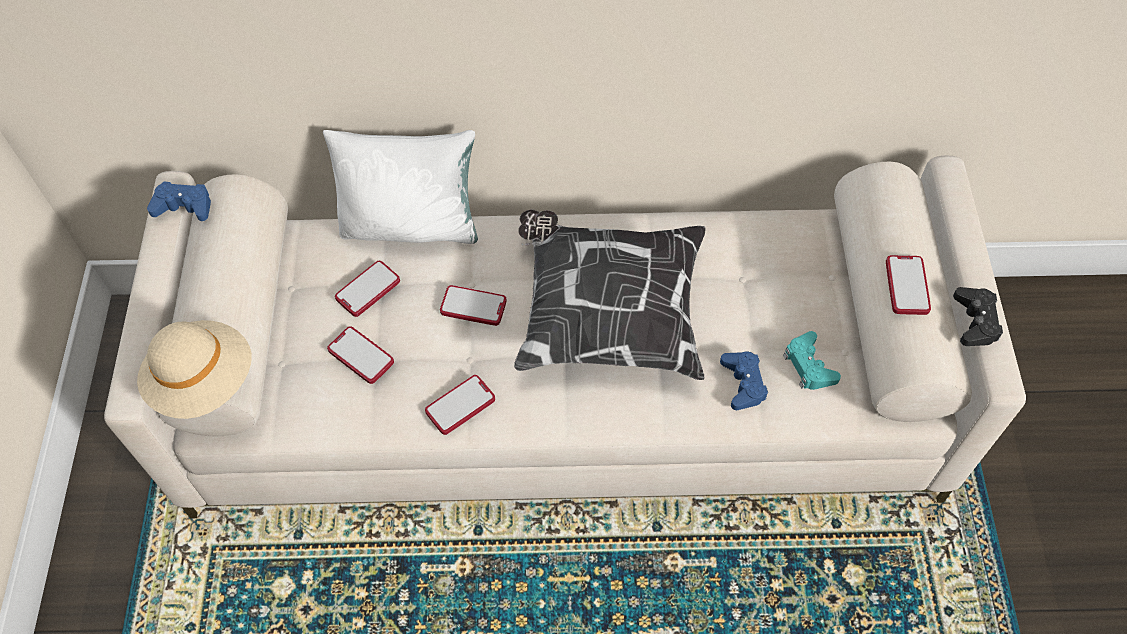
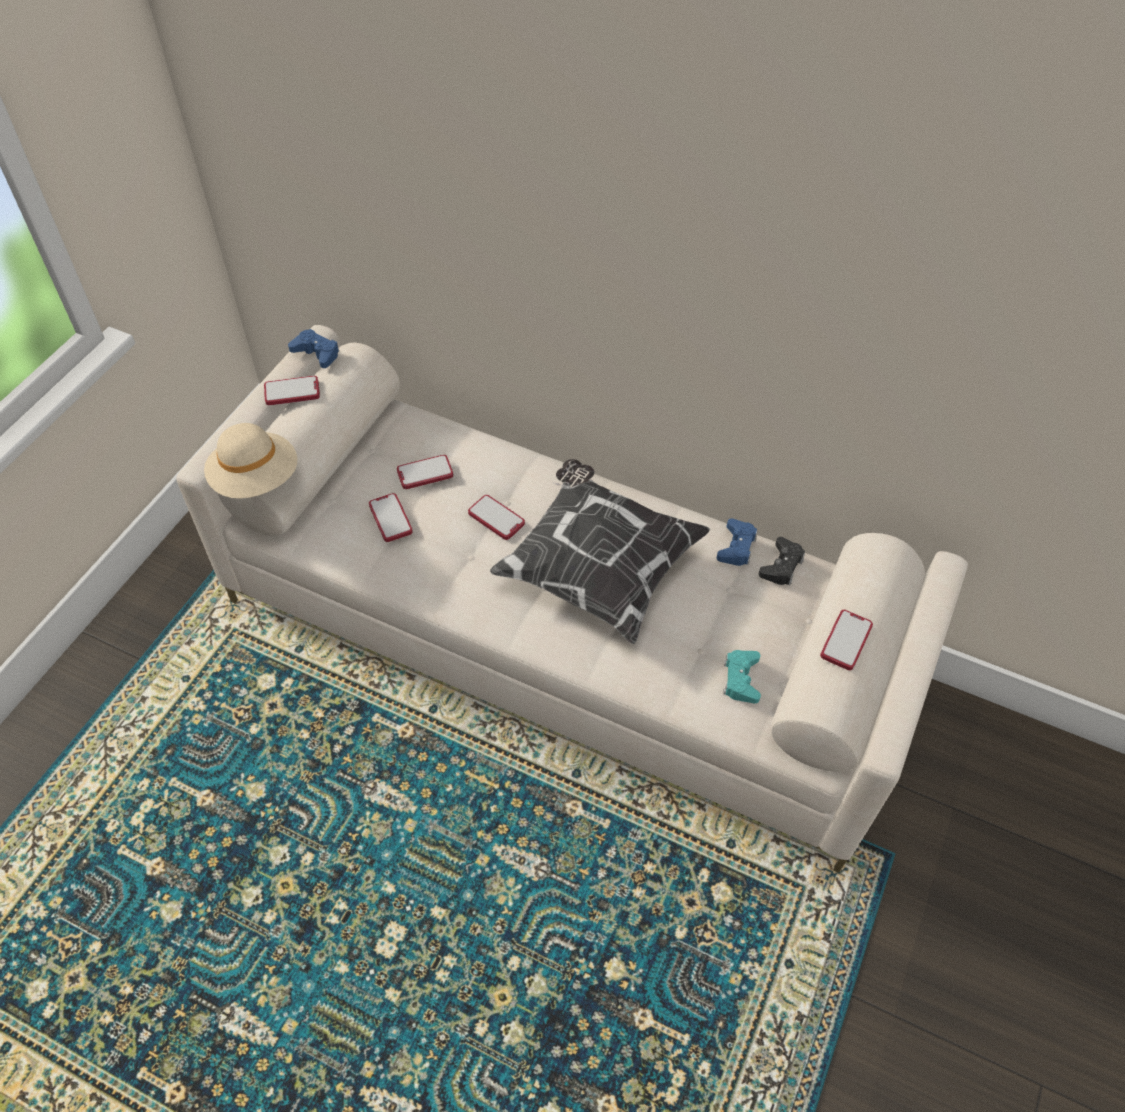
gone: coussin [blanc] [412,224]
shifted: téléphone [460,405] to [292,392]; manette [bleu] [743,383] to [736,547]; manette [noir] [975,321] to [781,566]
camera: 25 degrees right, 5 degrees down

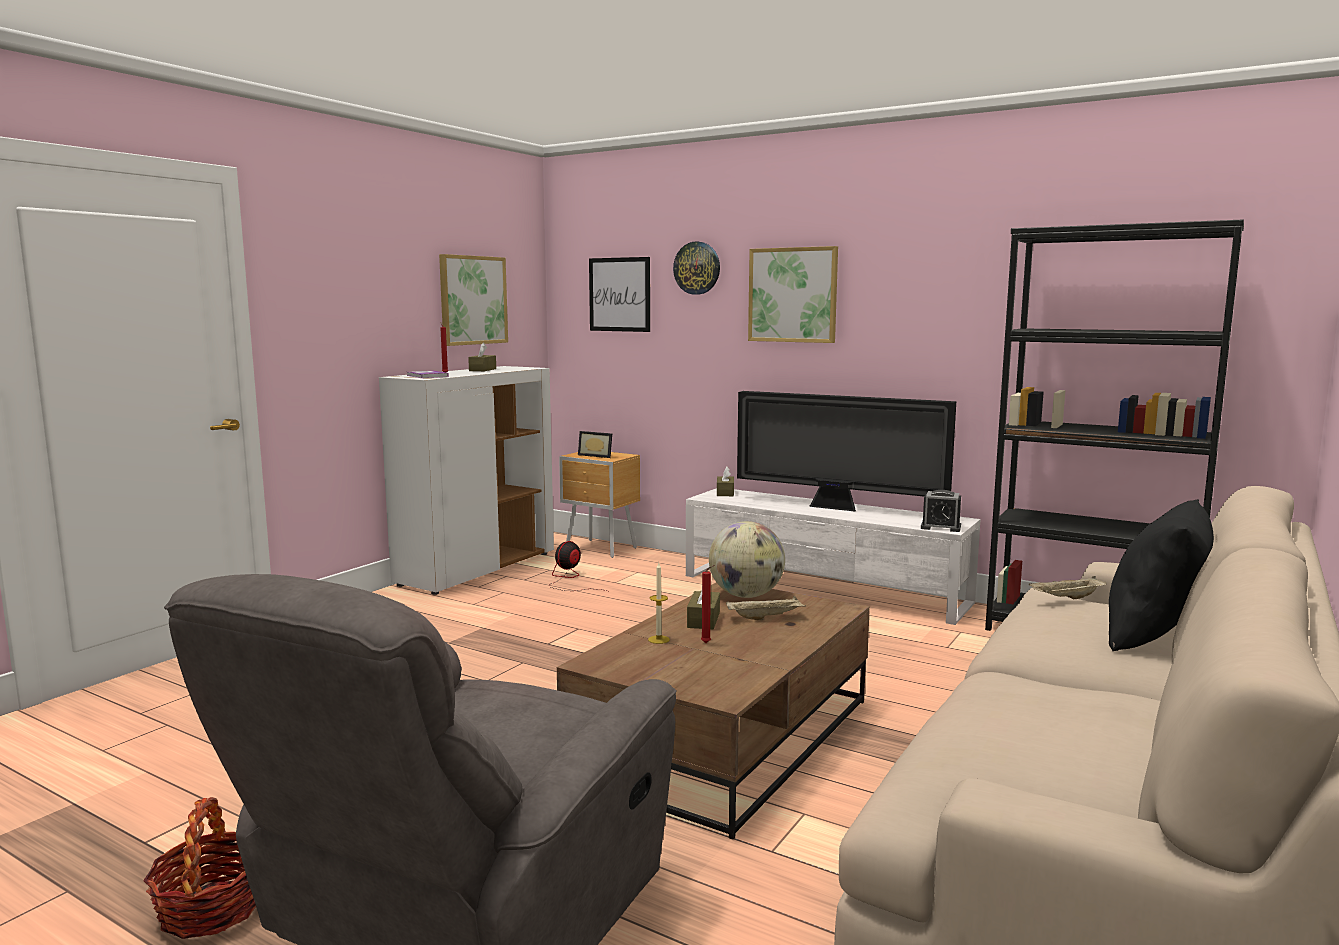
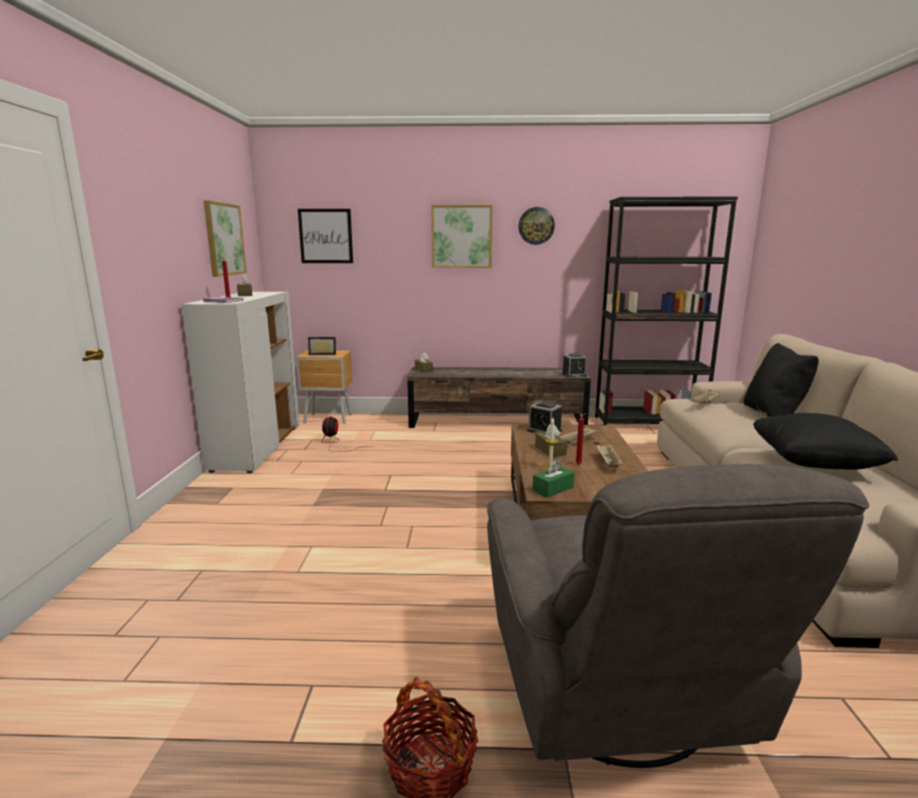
gone: téléviseur [837,508]
new: boîte à mouchoirs [vert] [553,489]; plateau [beige] [608,463]; coussin [noir] [813,464]
shifted: horloge murale [697,268] to [536,226]
swapped: globe [746,595] to réveil [544,431]
repainted: meuble télé [blanc] [824,589] to meuble télé [marron] [497,421]
camera: 30 degrees left, 5 degrees up

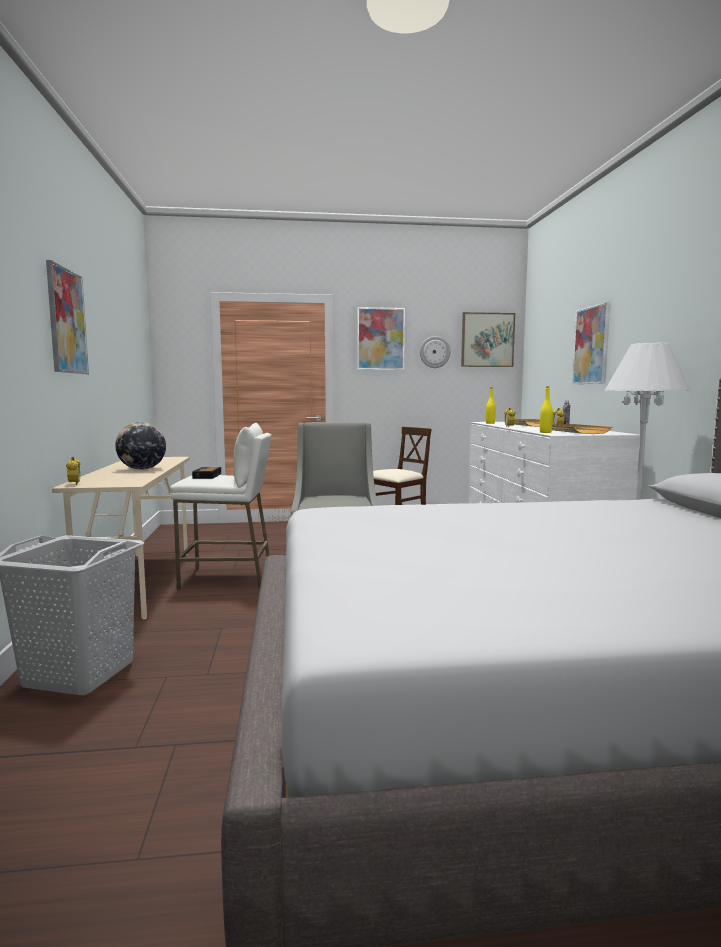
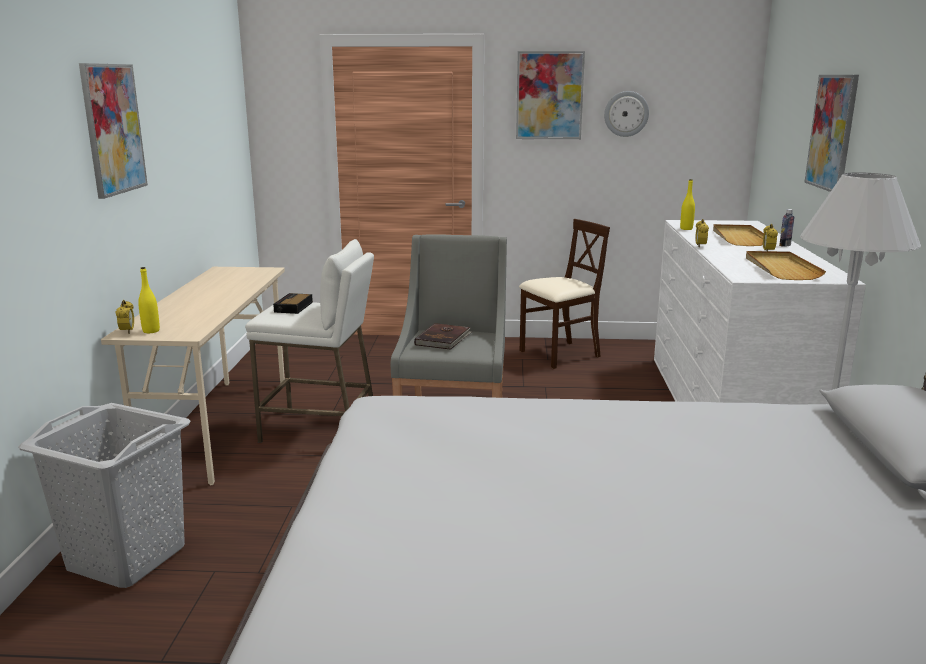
gone: globe [142,469]; tableau [487,340]
new: livre [marron] [443,339]
shifted: bouteille [jaune] [545,432] to [151,331]
camera: 10 degrees right, 10 degrees up

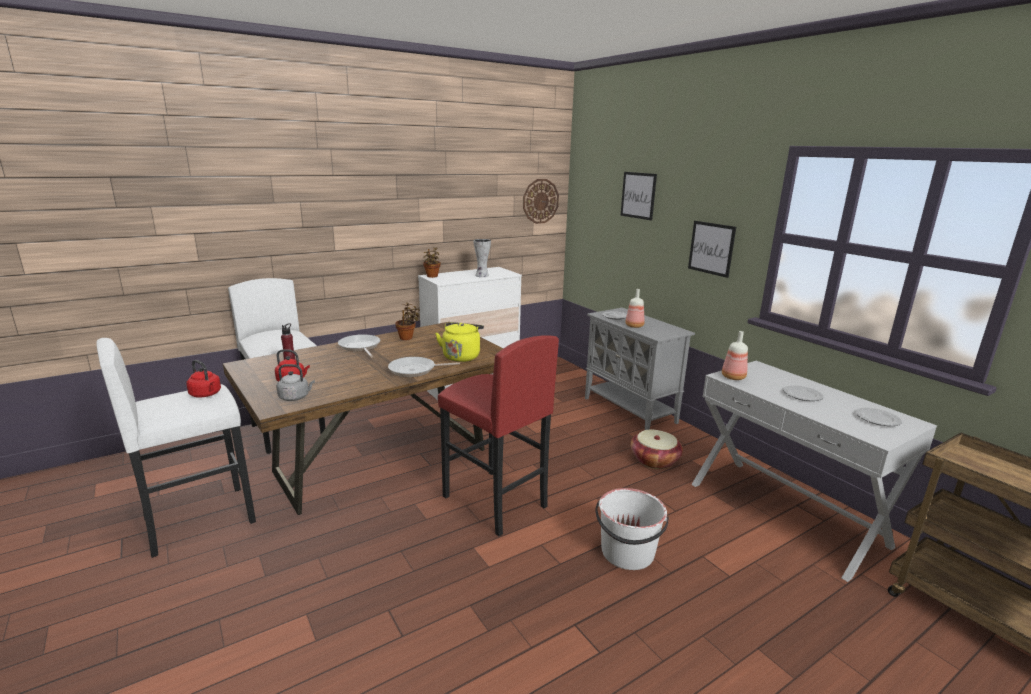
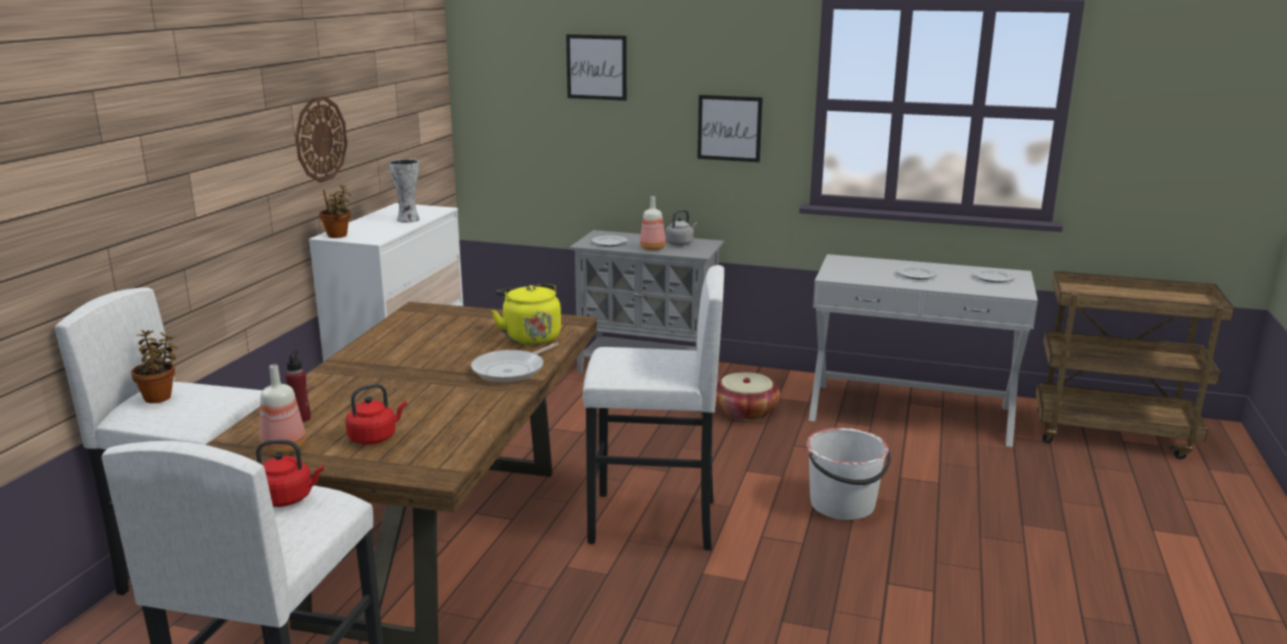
gone: poêle [360,347]
shifted: bouilloire [gris] [296,397] to [680,243]; plante en pot [407,337] to [159,397]; horloge murale [540,201] to [320,139]; bouteille [732,377] to [282,448]
repainted: tabouret [rouge] [494,502] to tabouret [blanc] [653,522]
camera: 40 degrees left, 0 degrees up

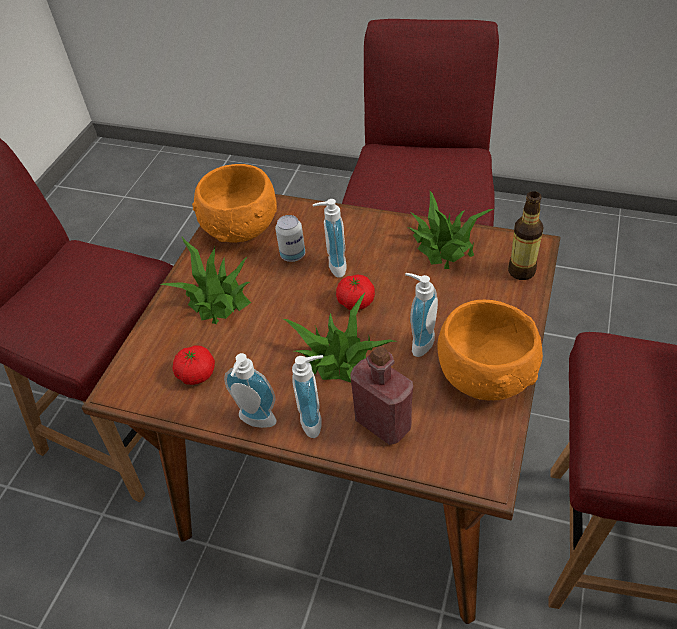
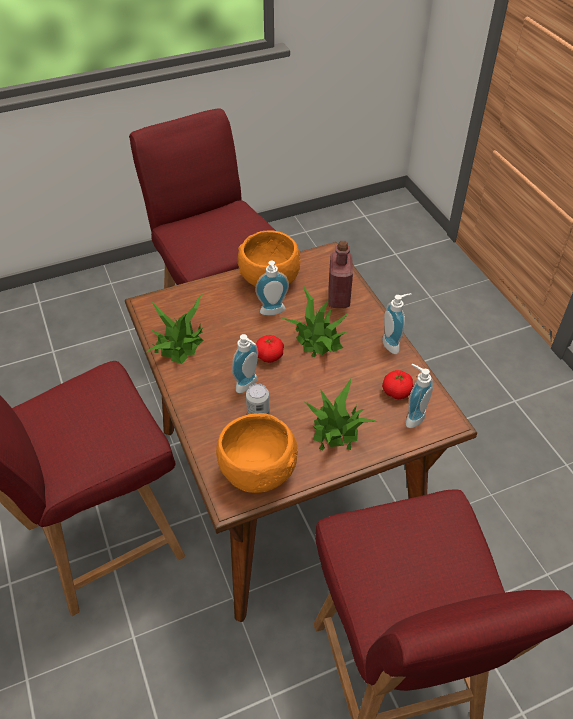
gone: bouteille [521,271]
shifted: distributeur de savon [316,420] to [412,416]
camera: 135 degrees left, 0 degrees up

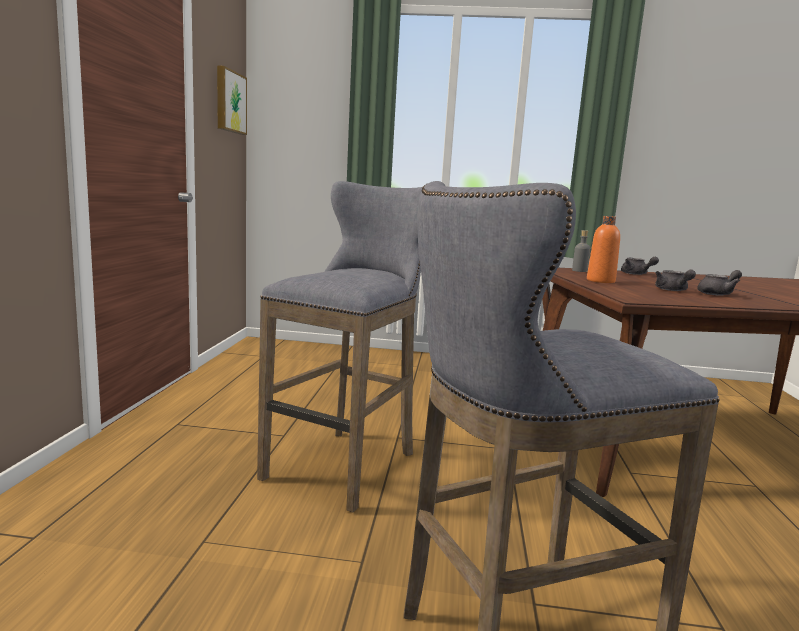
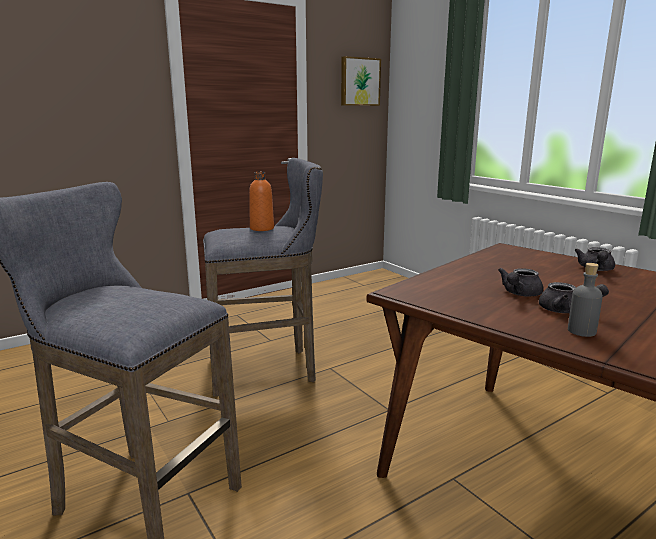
shifted: bouteille [gris] [579,271] to [581,331]; bouteille [orange] [600,281] to [262,228]
camera: 50 degrees right, 5 degrees up

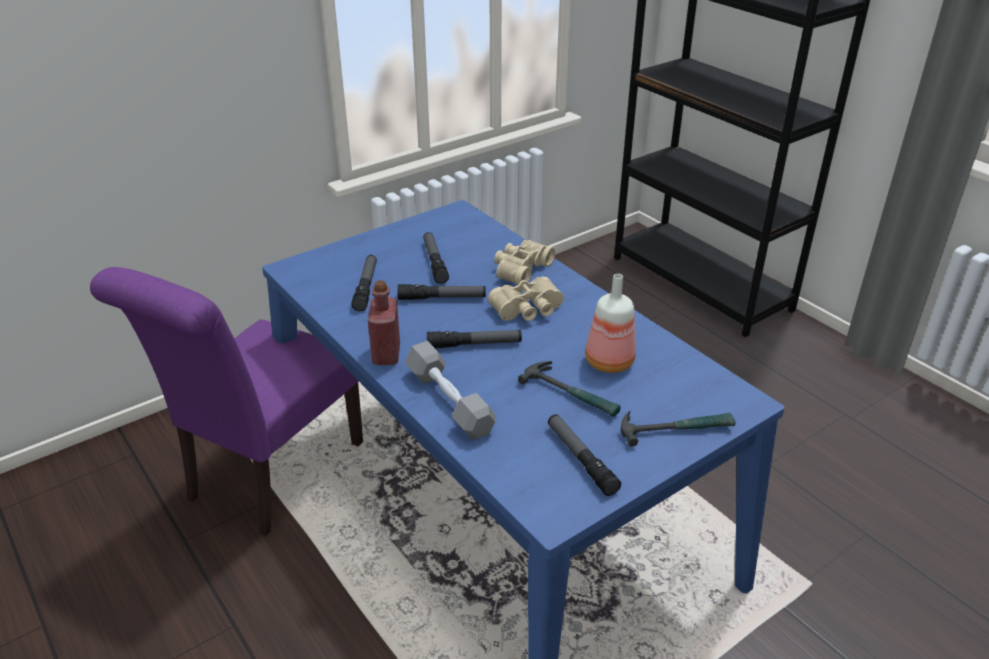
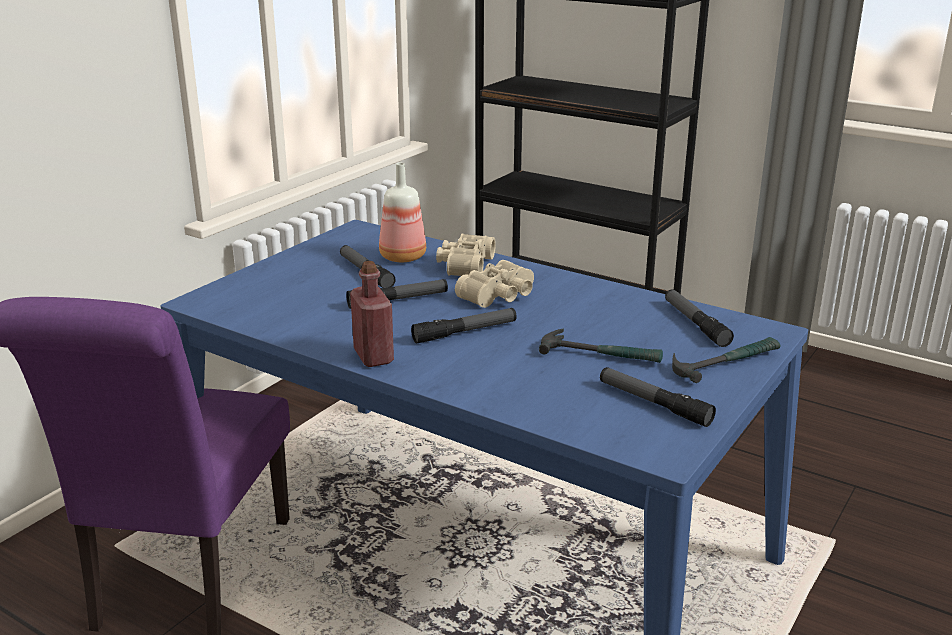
gone: haltère [gris] [449,401]
shifted: lampe de poche [366,287] to [695,324]; bouteille [607,362] to [401,257]
camera: 20 degrees left, 10 degrees down

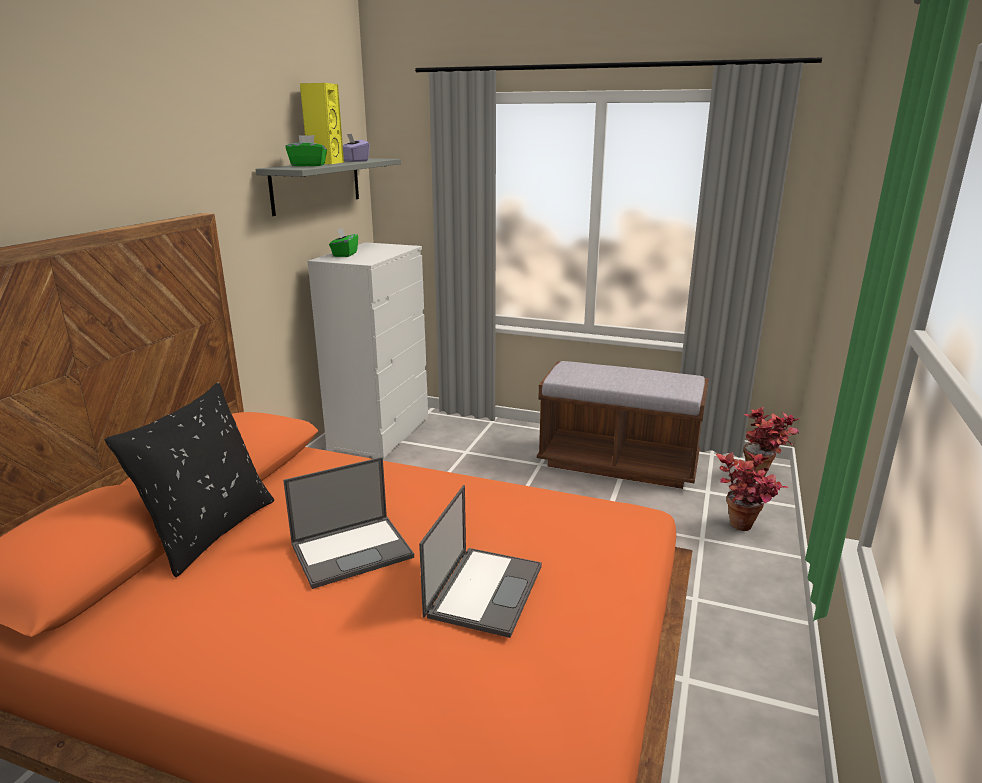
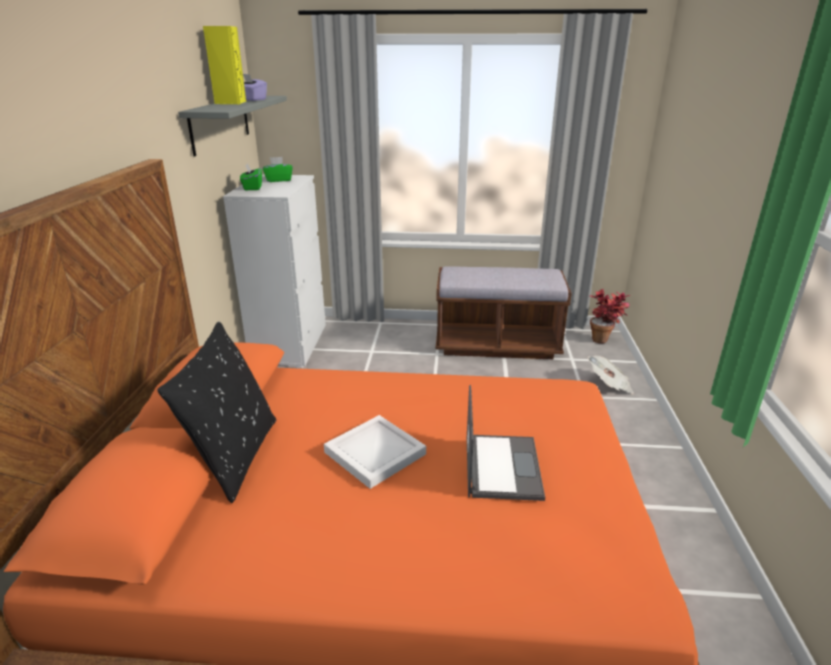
shifted: boîte à mouchoirs [vert] [308,165] to [278,180]
swapped: ordinateur portable [353,550] to plateau [blanc] [375,452]; plante en pot [743,530] to journal [609,385]
camera: 15 degrees left, 5 degrees up

